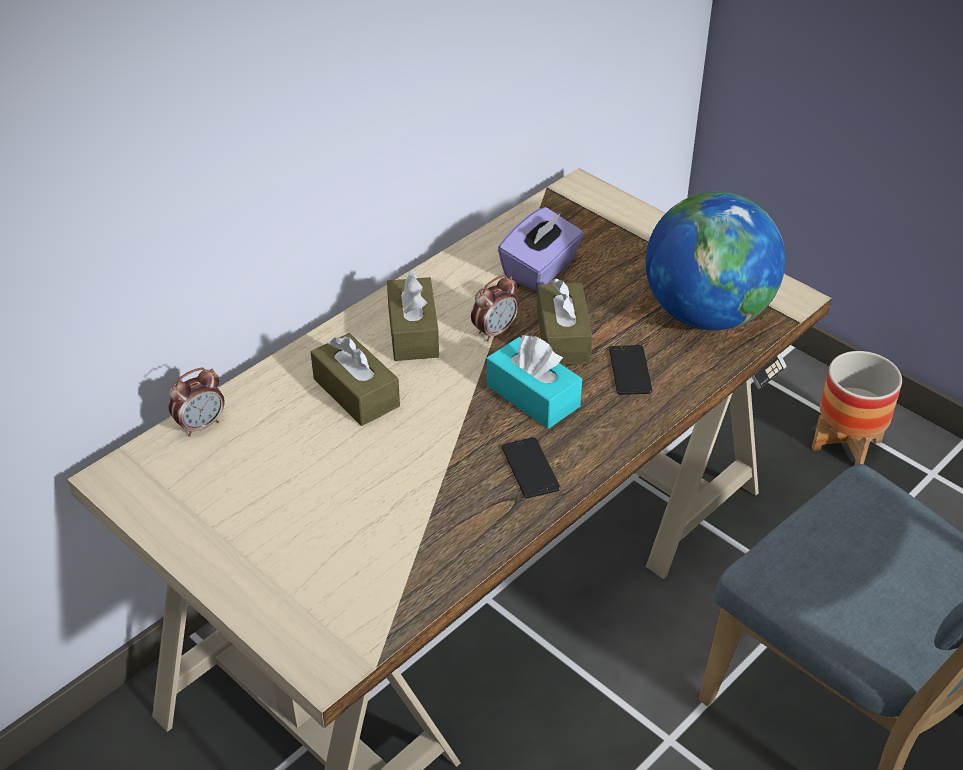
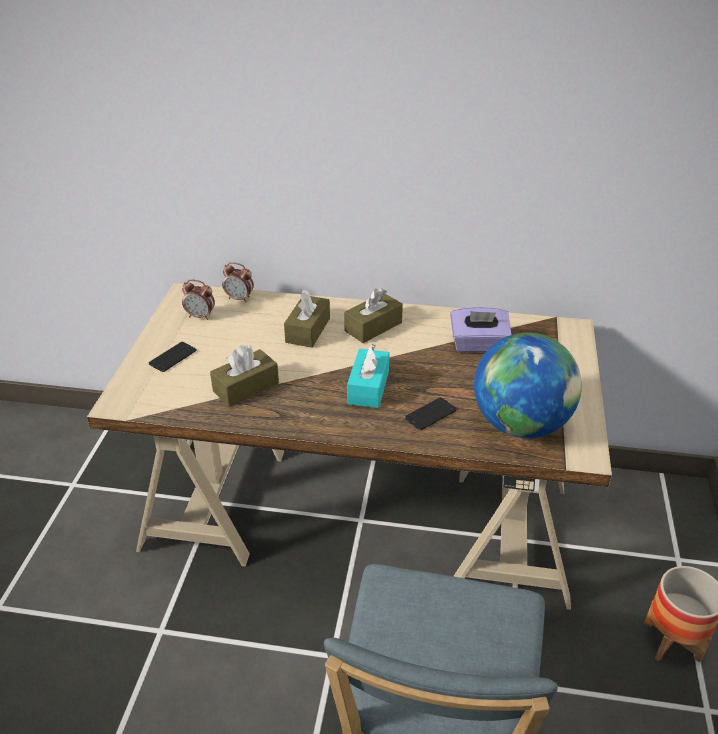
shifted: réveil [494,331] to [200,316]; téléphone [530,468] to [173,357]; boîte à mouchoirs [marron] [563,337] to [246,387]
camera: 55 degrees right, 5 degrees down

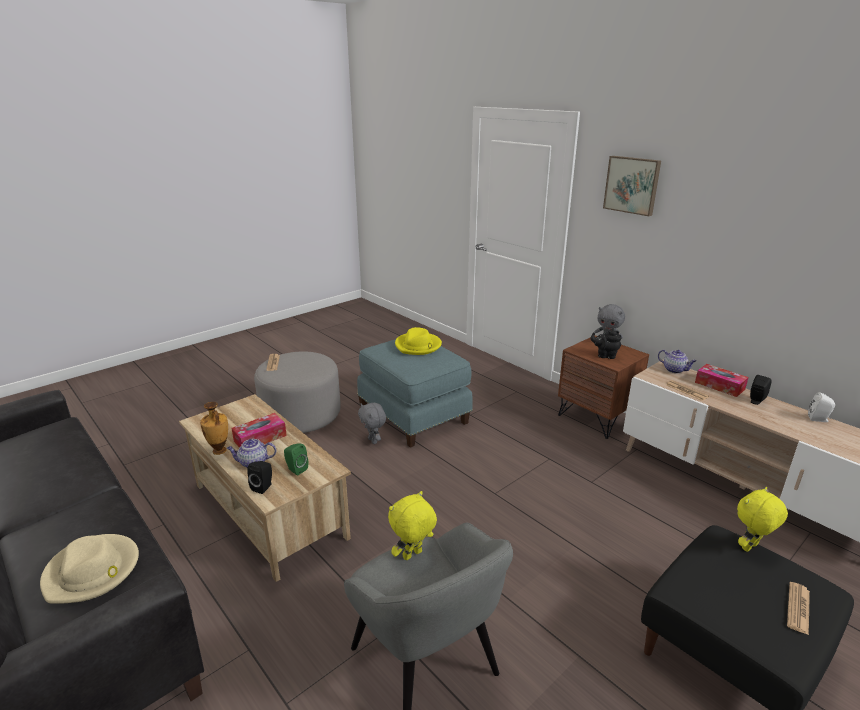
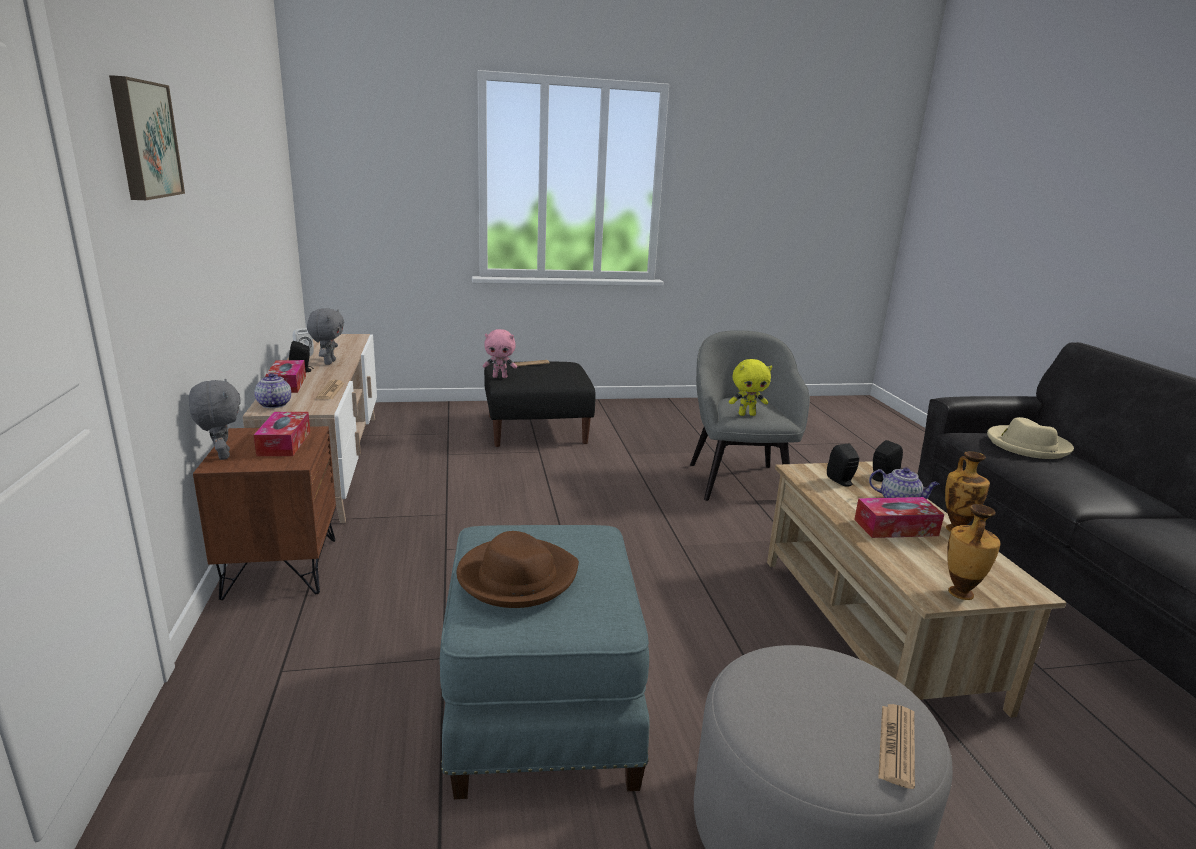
new: vase [960,594]
shifted: peluche [gris] [373,441] to [329,362]
swapped: théière [noir] [605,355] to boîte à mouchoirs [284,443]
repainted: enceinte [vert] [296,469] to enceinte [noir] [841,482]; chapeau [jaune] [418,346] to chapeau [marron] [517,577]; peluche [jaune] [750,547] to peluche [rose] [500,377]
camera: 150 degrees left, 5 degrees down

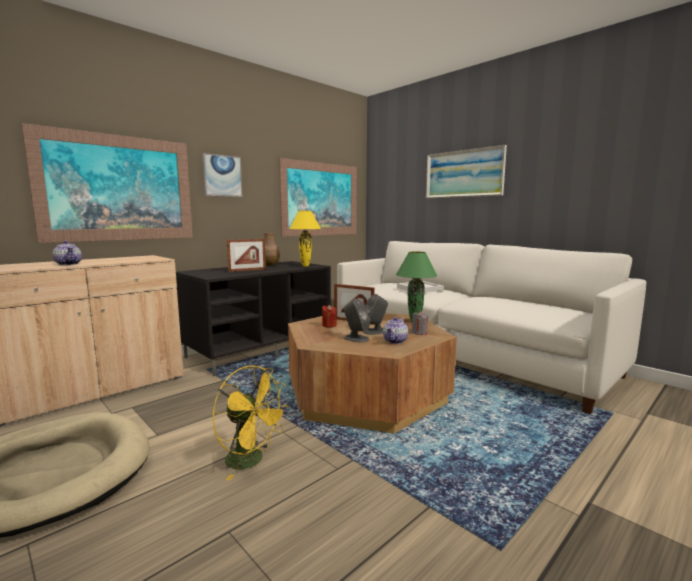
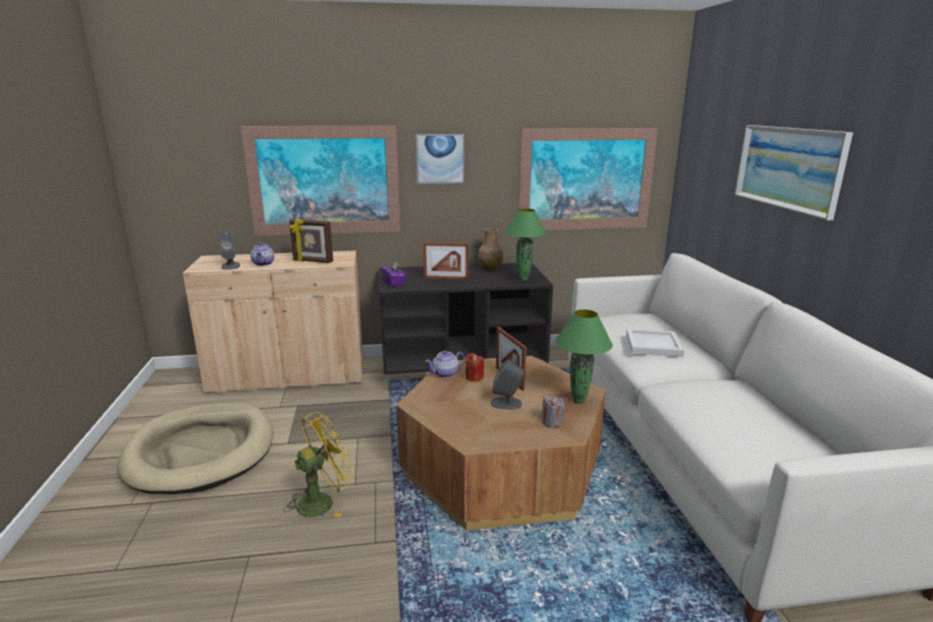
new: cadre photo [312,261]; boîte à mouchoirs [violet] [394,283]
shifted: enceinte [gris] [356,338] to [230,266]; théière [395,341] to [445,374]
repainted: lampe de table [jaune] [306,266] to lampe de table [vert] [523,279]
rotated: ventilateur [jaune] [251,461] = [322,501] 105 degrees counterclockwise
camera: 35 degrees right, 10 degrees up

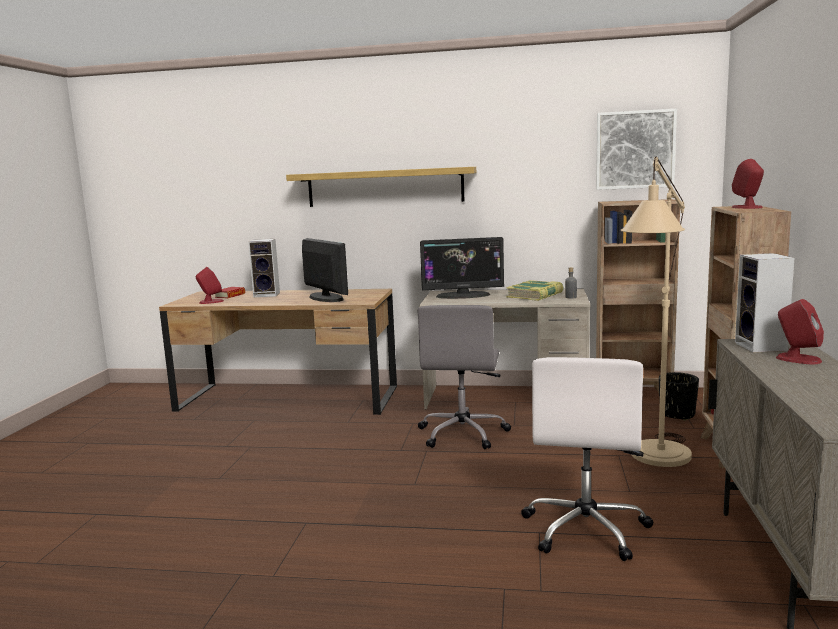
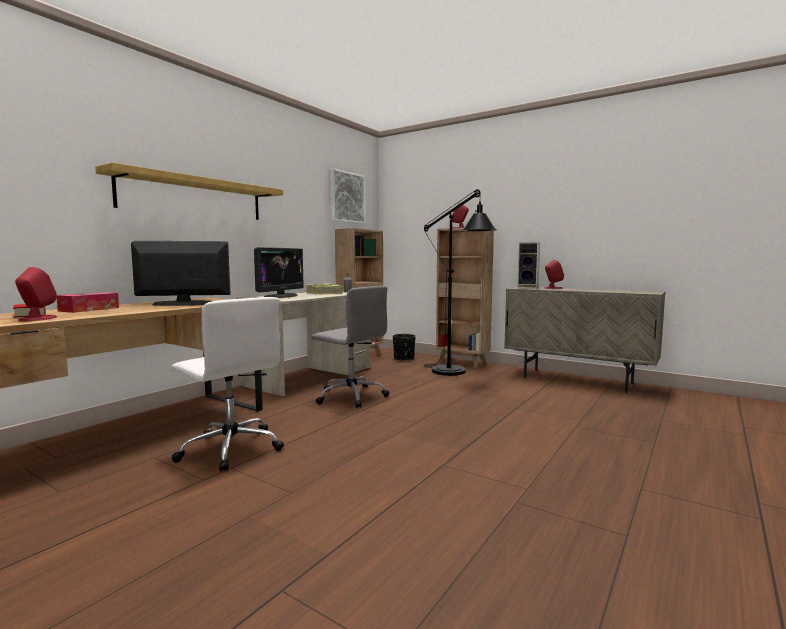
shifted: chaise de bureau [blanc] [586,529] to [230,448]
swapped: enceinte [268,294] to boîte à mouchoirs [89,309]
repainted: lampadaire [beige] [656,461] to lampadaire [noir] [455,373]
camera: 65 degrees left, 5 degrees down

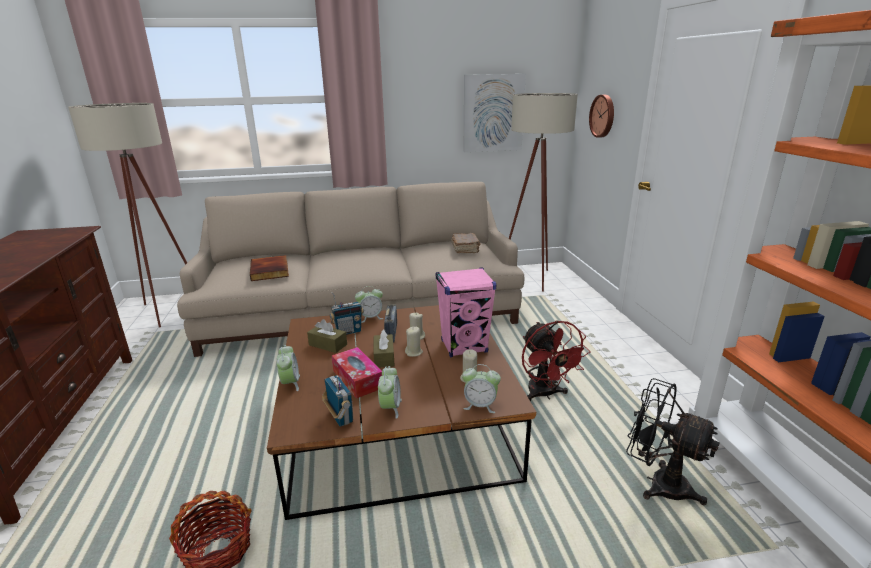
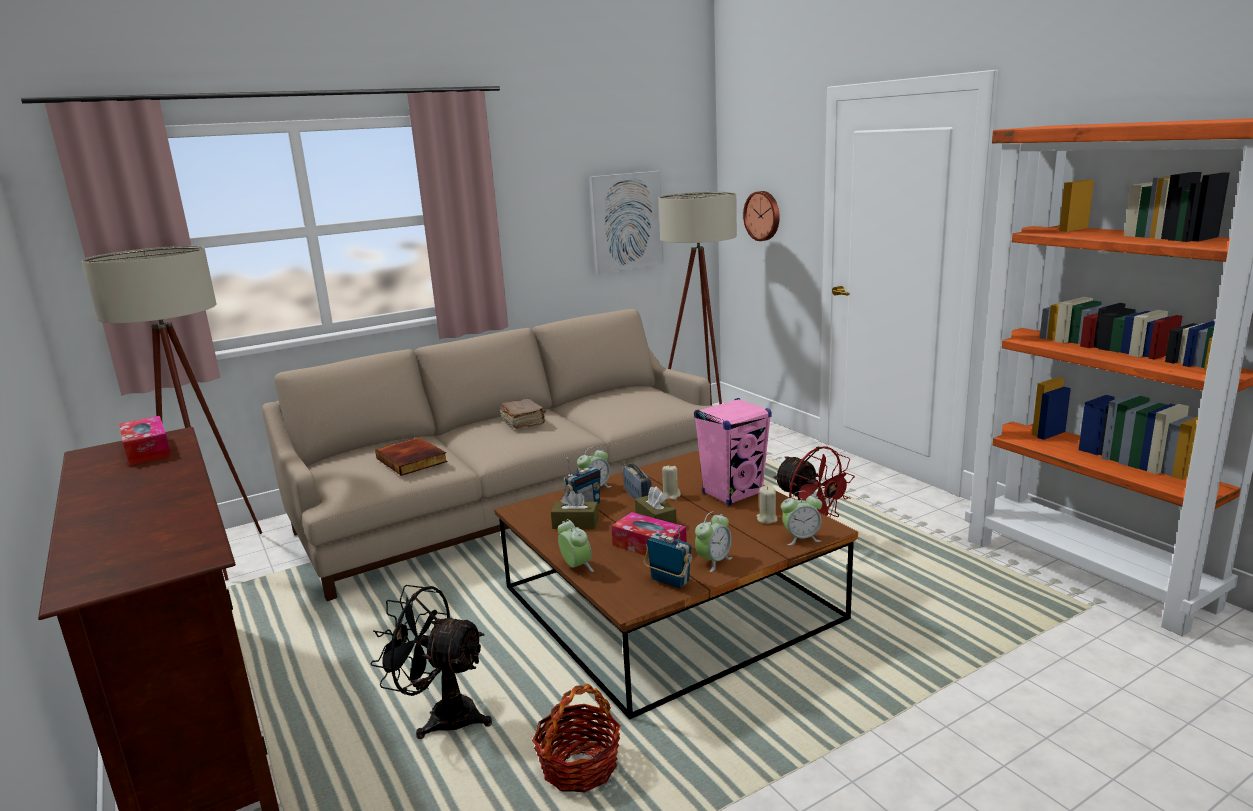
gone: bougie [beige] [414,352]
new: boîte à mouchoirs [147,450]
shifted: livre [marron] [465,249] to [523,422]; ventilateur [noir] [658,483] to [442,715]
rotated: réveil [390,408] = [713,561] 60 degrees clockwise
camera: 20 degrees left, 5 degrees down

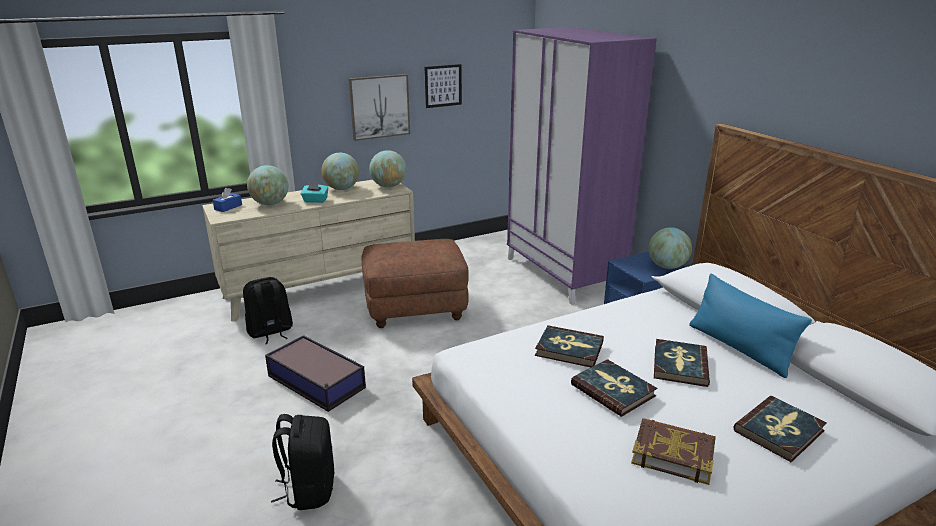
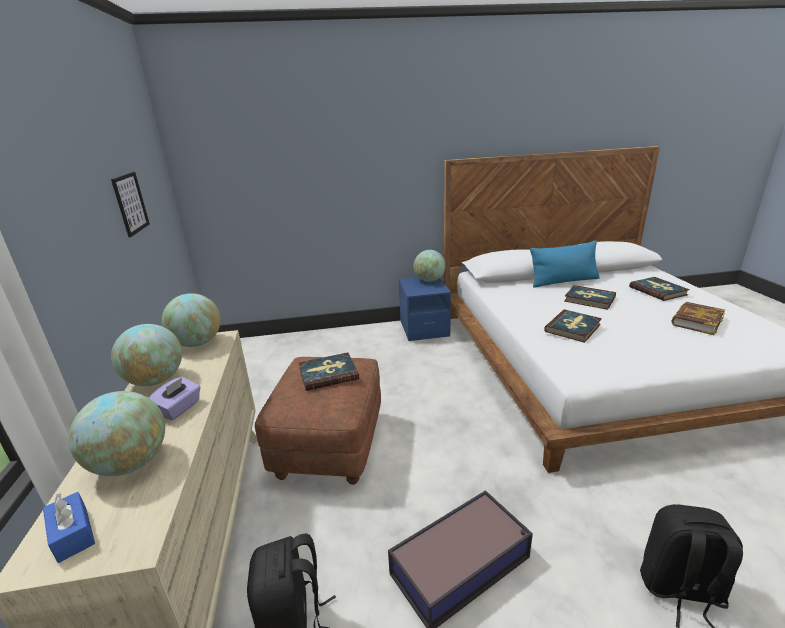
gone: tableau [379,106]; armoire [violet] [564,274]
shifted: livre [613,390] to [328,374]
repainted: boîte à mouchoirs [turquoise] [315,200] to boîte à mouchoirs [violet] [179,408]
camera: 70 degrees left, 0 degrees up

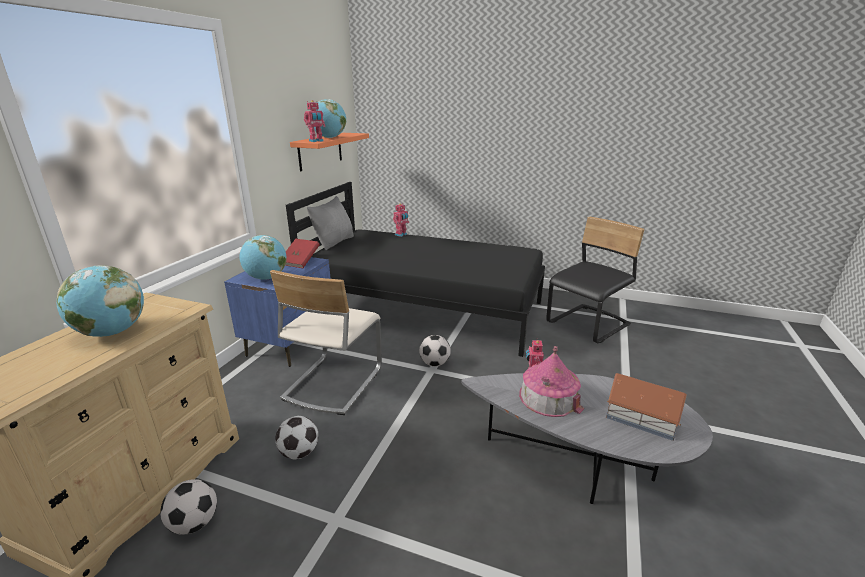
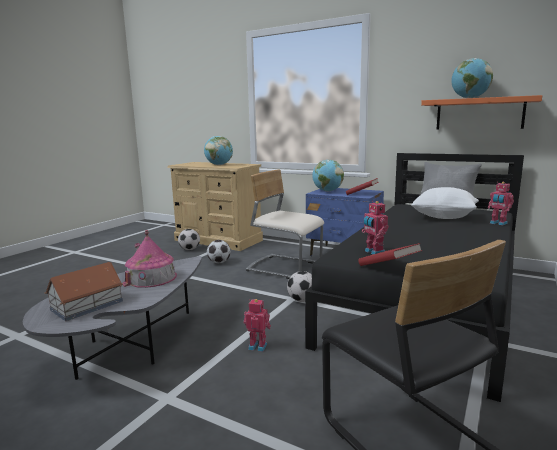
new: livre [rouge] [388,267]; coussin [blanc] [444,217]
shifted: robot jouet [316,141] to [374,252]
camera: 100 degrees right, 10 degrees down

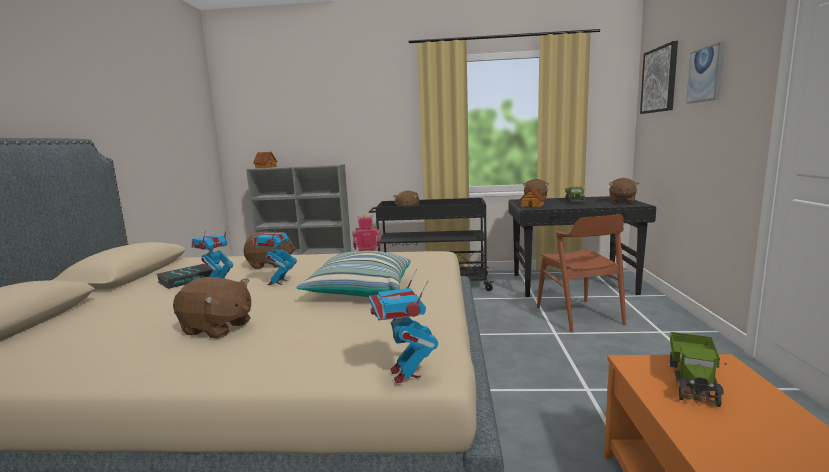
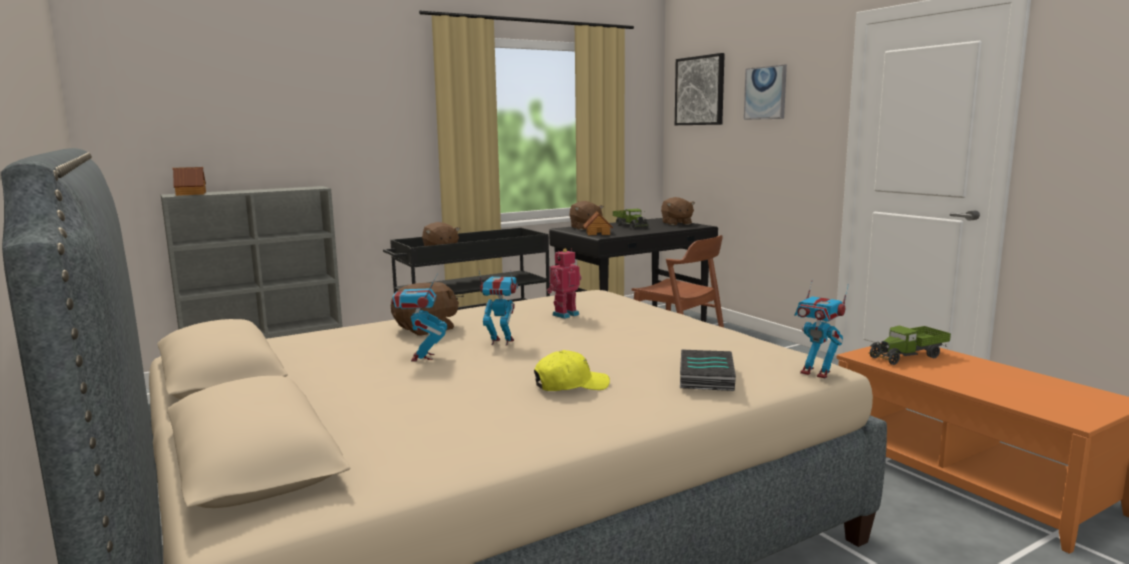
gone: coussin [360,291]
shifted: livre [188,279] to [704,376]
swapped: peluche [marron] [217,328] to casquette [jaune] [571,385]
rotated: robot jouet [278,282] = [501,342] 120 degrees clockwise; camion jouet [694,380] = [908,356] 75 degrees clockwise
camera: 35 degrees left, 0 degrees up

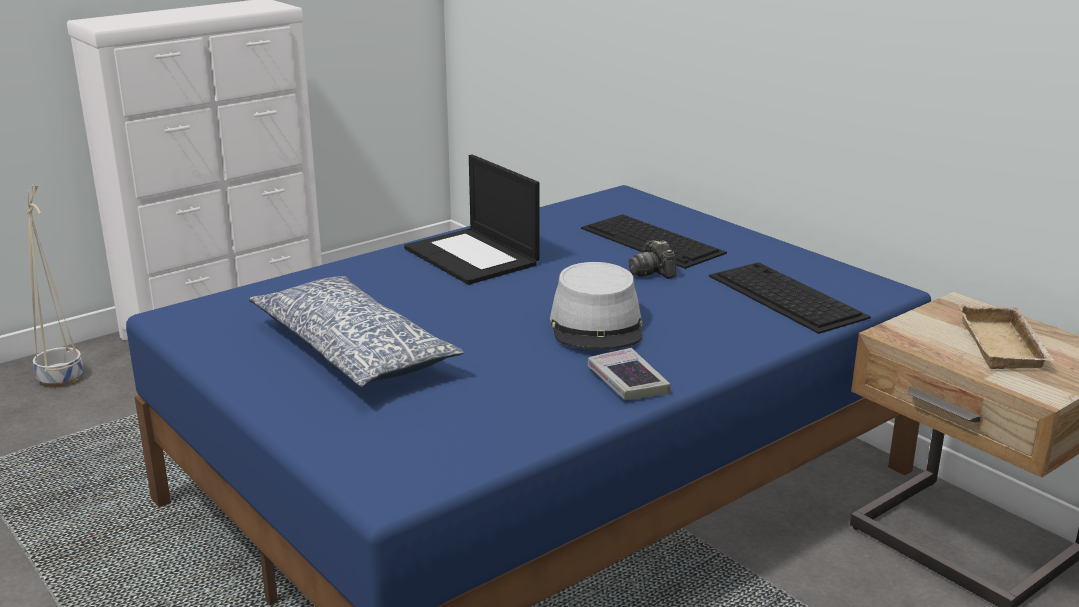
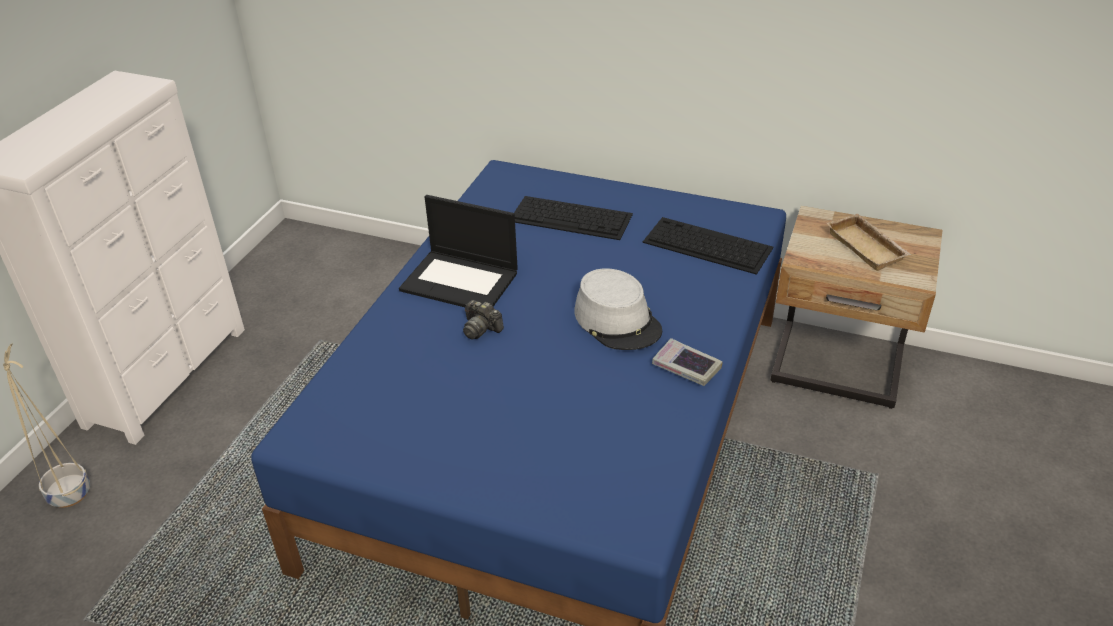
gone: coussin [353,350]
shifted: appareil photo [652,272] to [481,328]
camera: 30 degrees left, 15 degrees up

